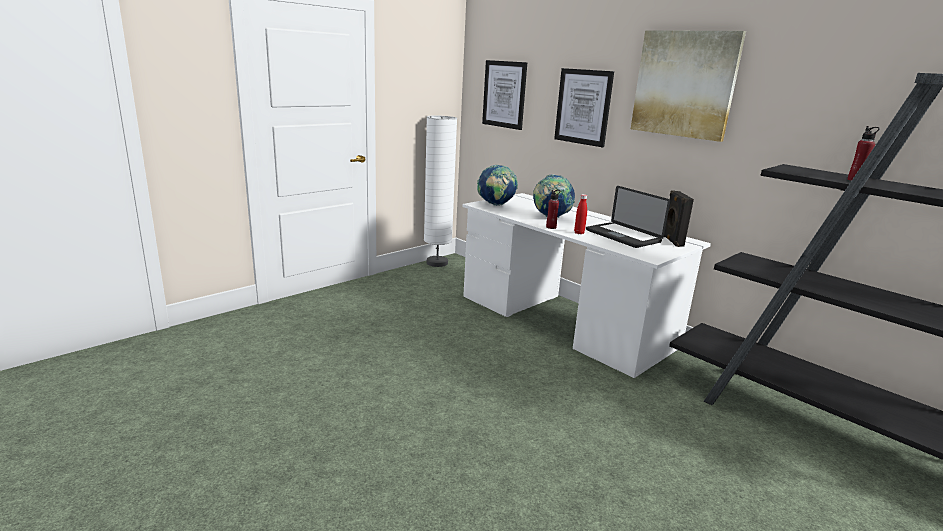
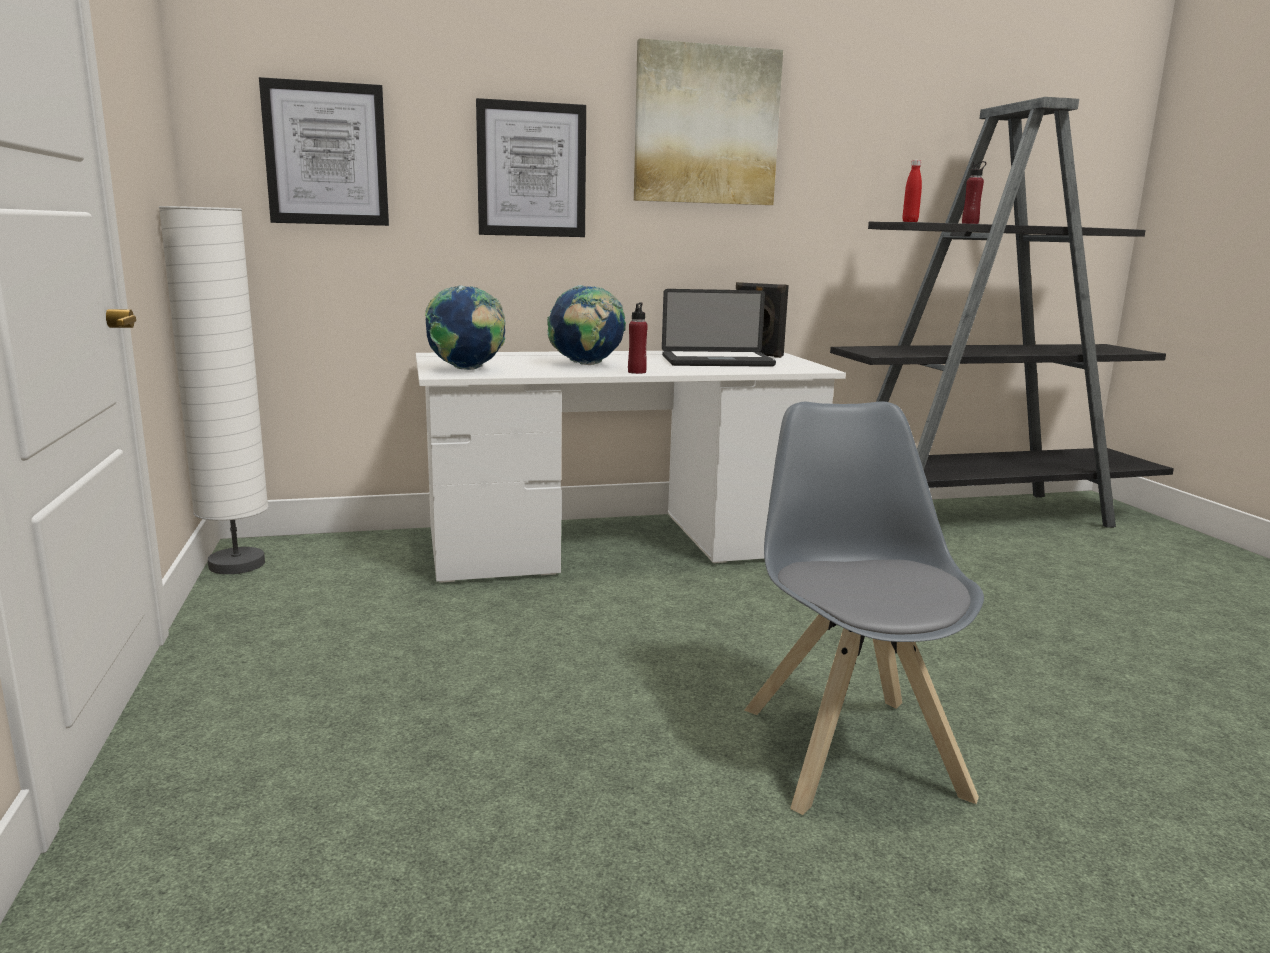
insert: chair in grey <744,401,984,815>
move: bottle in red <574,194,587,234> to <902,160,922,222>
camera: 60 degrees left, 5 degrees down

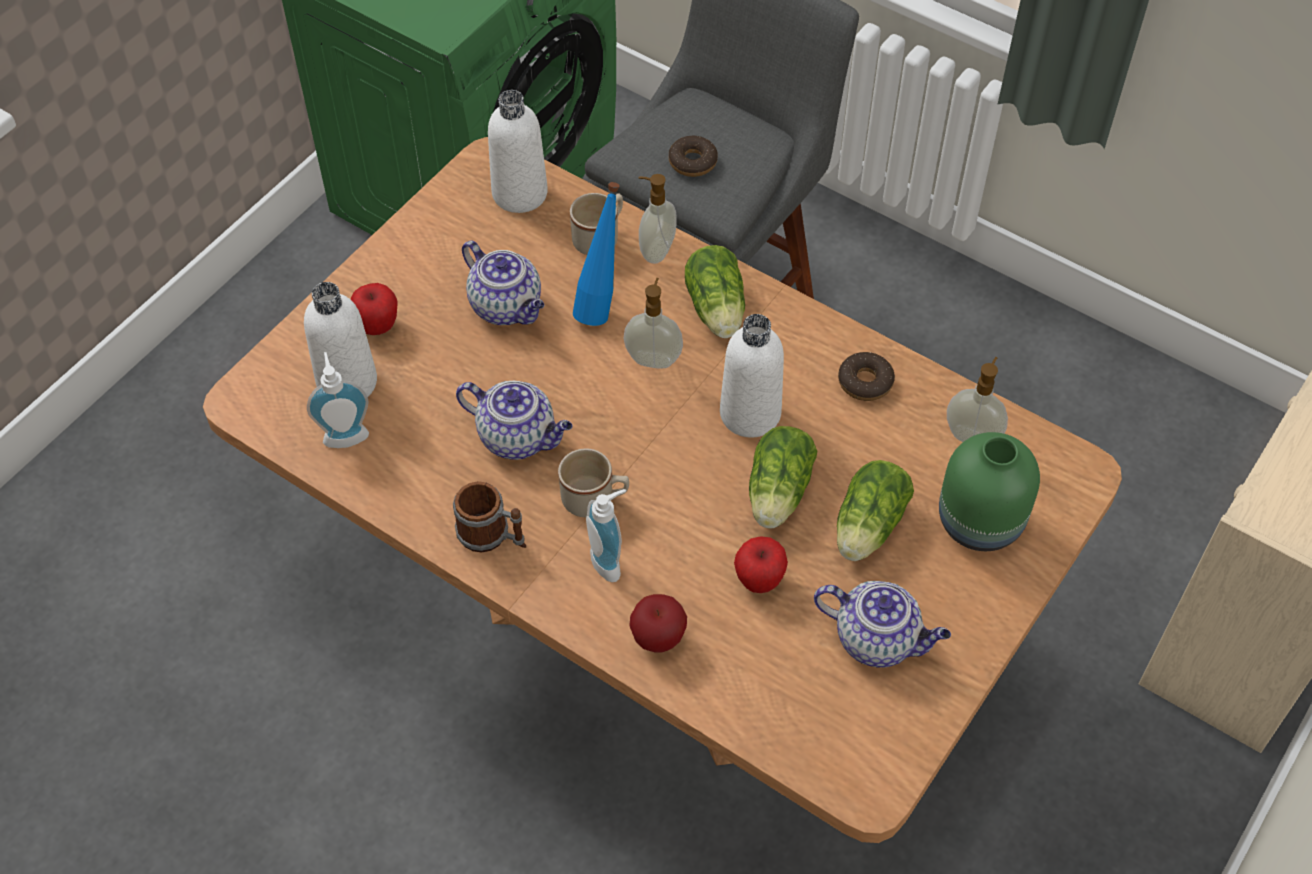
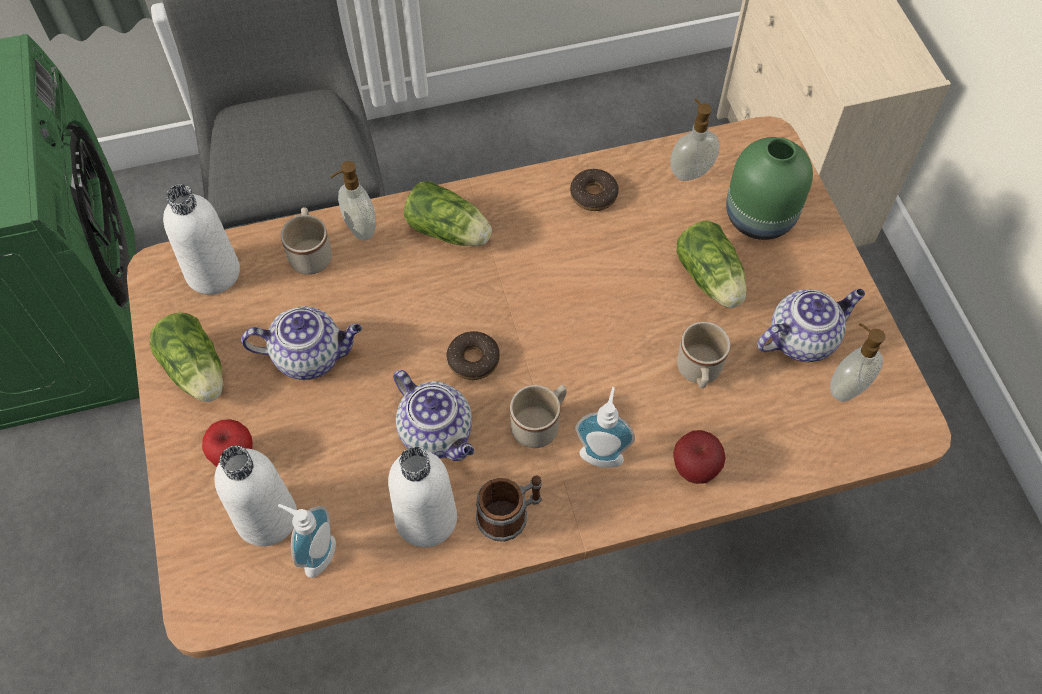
delete: bottle in blue <573,182,620,326>
move: donut <668,136,718,177> to <446,331,500,380>; soap dispenser <624,278,683,369> to <830,323,886,402>; bottle in white <720,314,784,438> to <388,447,457,547>; lettuce <749,426,817,529> to <150,312,223,402>
replace: apple <734,536,788,593> to mug in beige <677,322,730,388>
rotate: teapot <456,381,573,460> = <393,370,474,461> 75 degrees clockwise
camera: 50 degrees left, 5 degrees up

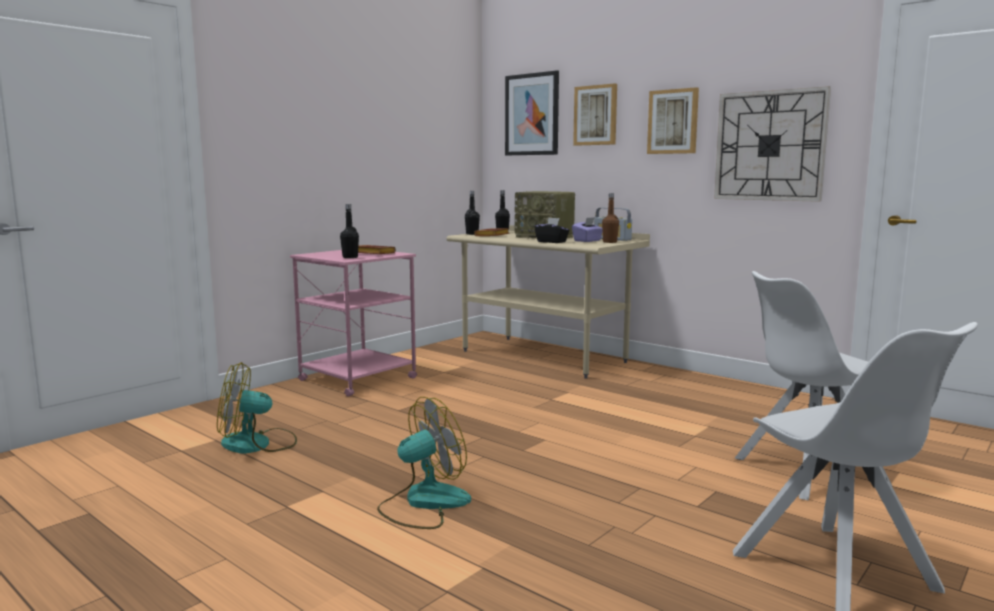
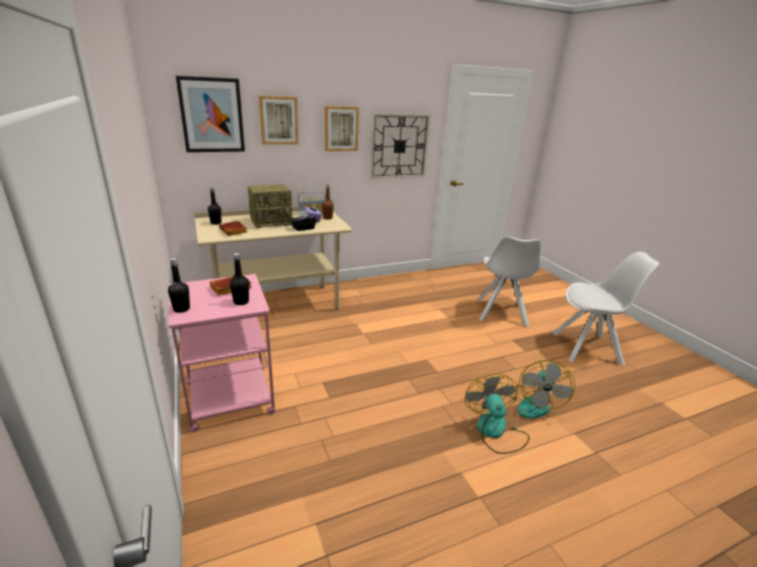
move: bottle in black <465,191,480,235> to <168,258,190,313>; fan <217,362,297,454> to <507,360,575,418>
camera: 65 degrees left, 15 degrees up

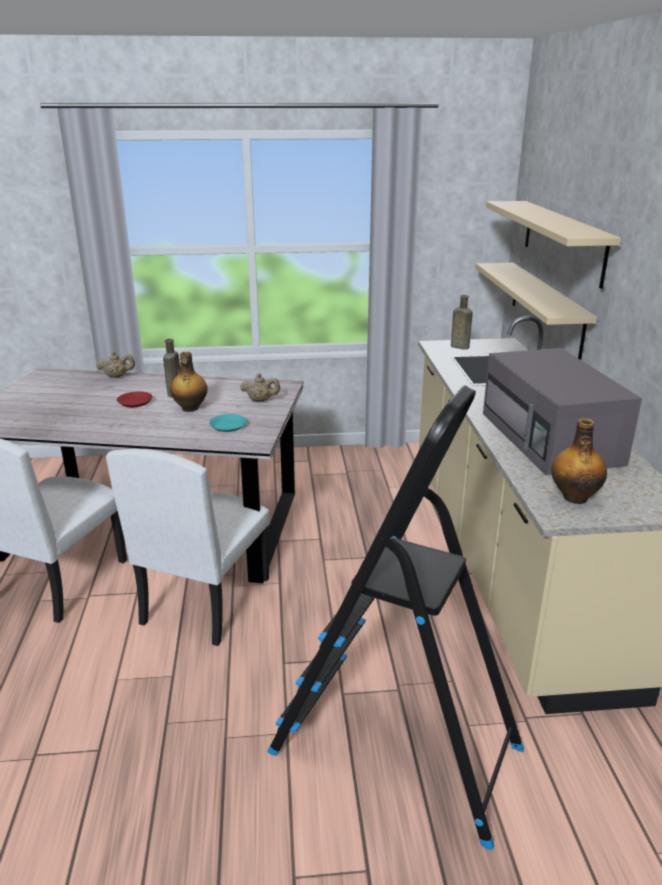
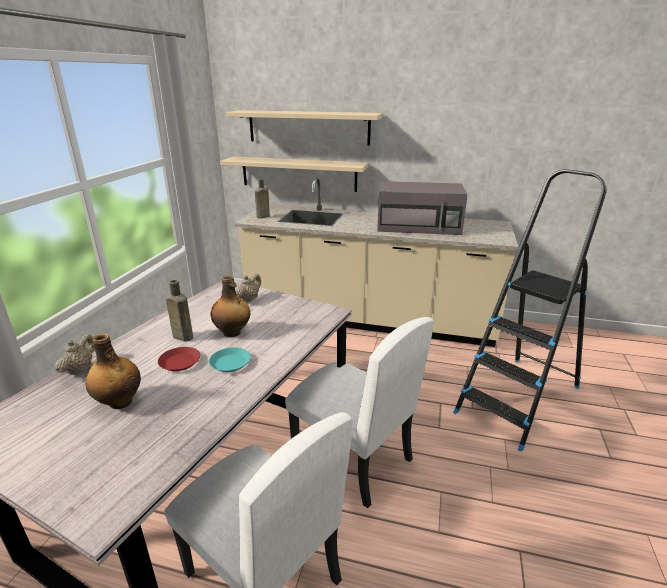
move: plate in turquoise <209,414,247,432> to <209,347,251,372>; bottle <551,418,607,504> to <86,334,141,409>
camera: 70 degrees left, 0 degrees up

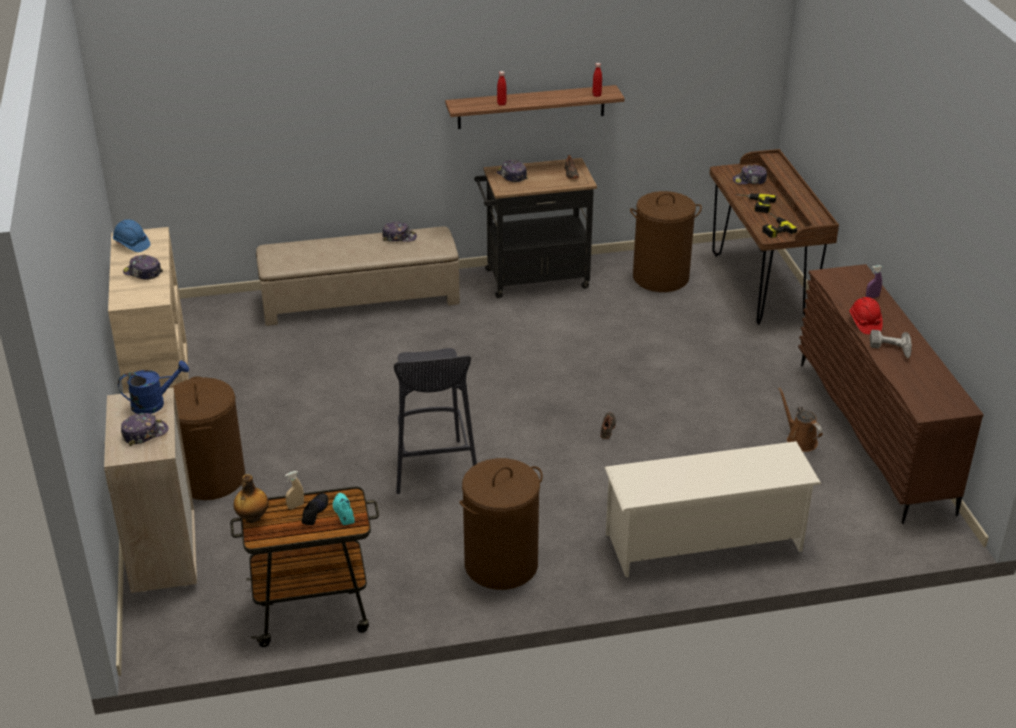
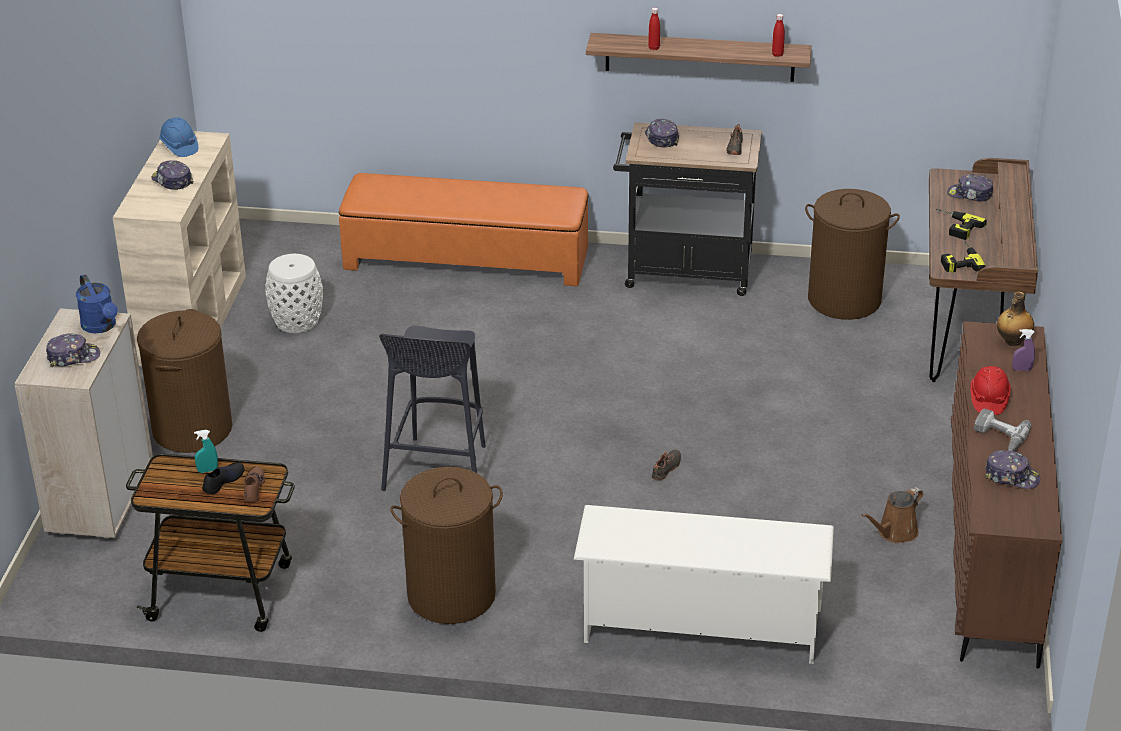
insert: stool in white <265,254,323,333>
move: cap <383,221,417,242> to <985,450,1040,489>; bottle <234,474,269,523> to <997,292,1034,346>
recolor: bench in beige <256,226,460,326> to bench in orange <339,173,588,286>; spray bottle in beige <285,471,304,509> to spray bottle in turquoise <194,430,218,473>; shoe in turquoise <333,493,355,525> to shoe in brown <244,466,265,502>
rotate: watering can in blue <118,360,189,414> = <76,274,118,333> 60 degrees clockwise; watering can in brown <778,387,823,452> = <862,487,923,543> 120 degrees counterclockwise
camera: 20 degrees right, 0 degrees up

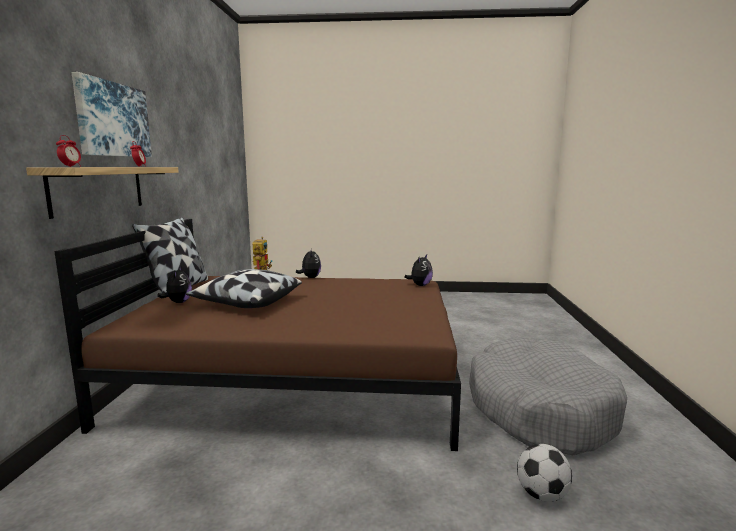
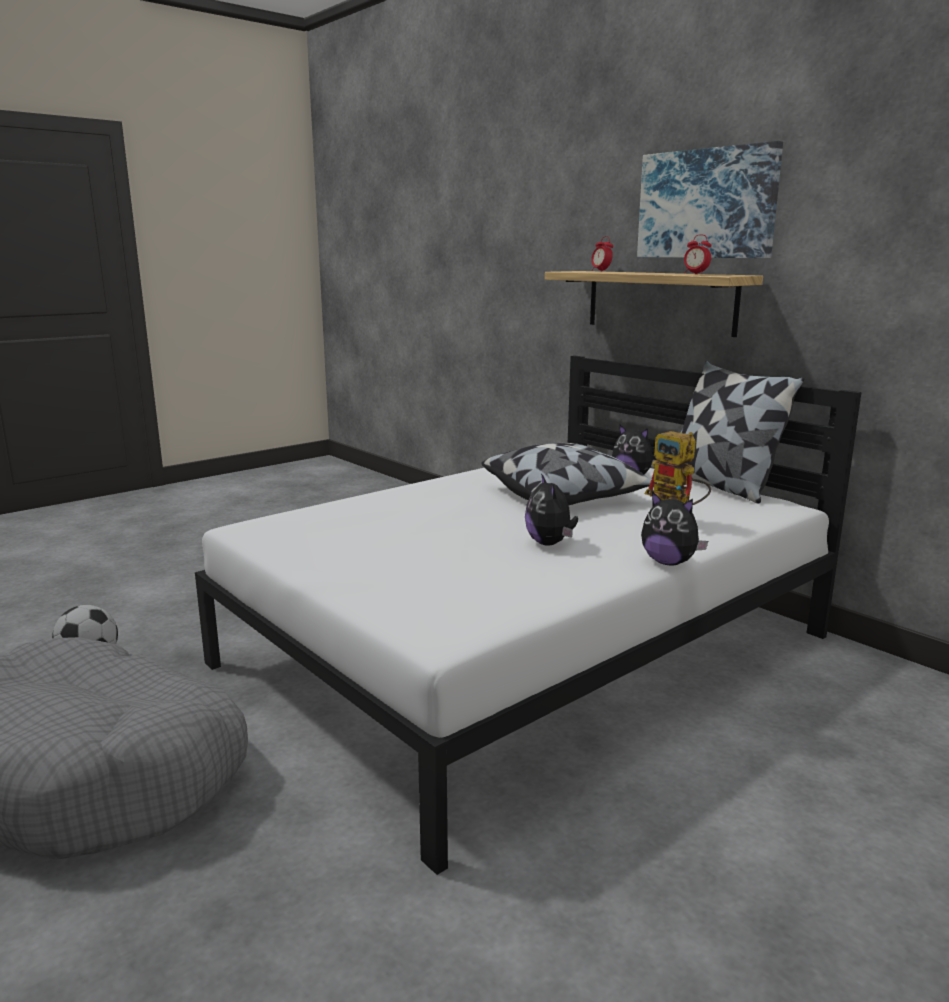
move: plush toy <404,255,433,286> to <525,473,578,546>
recolor: bed in brown <54,219,461,451> to bed in white <195,355,861,875>
camera: 135 degrees right, 5 degrees up

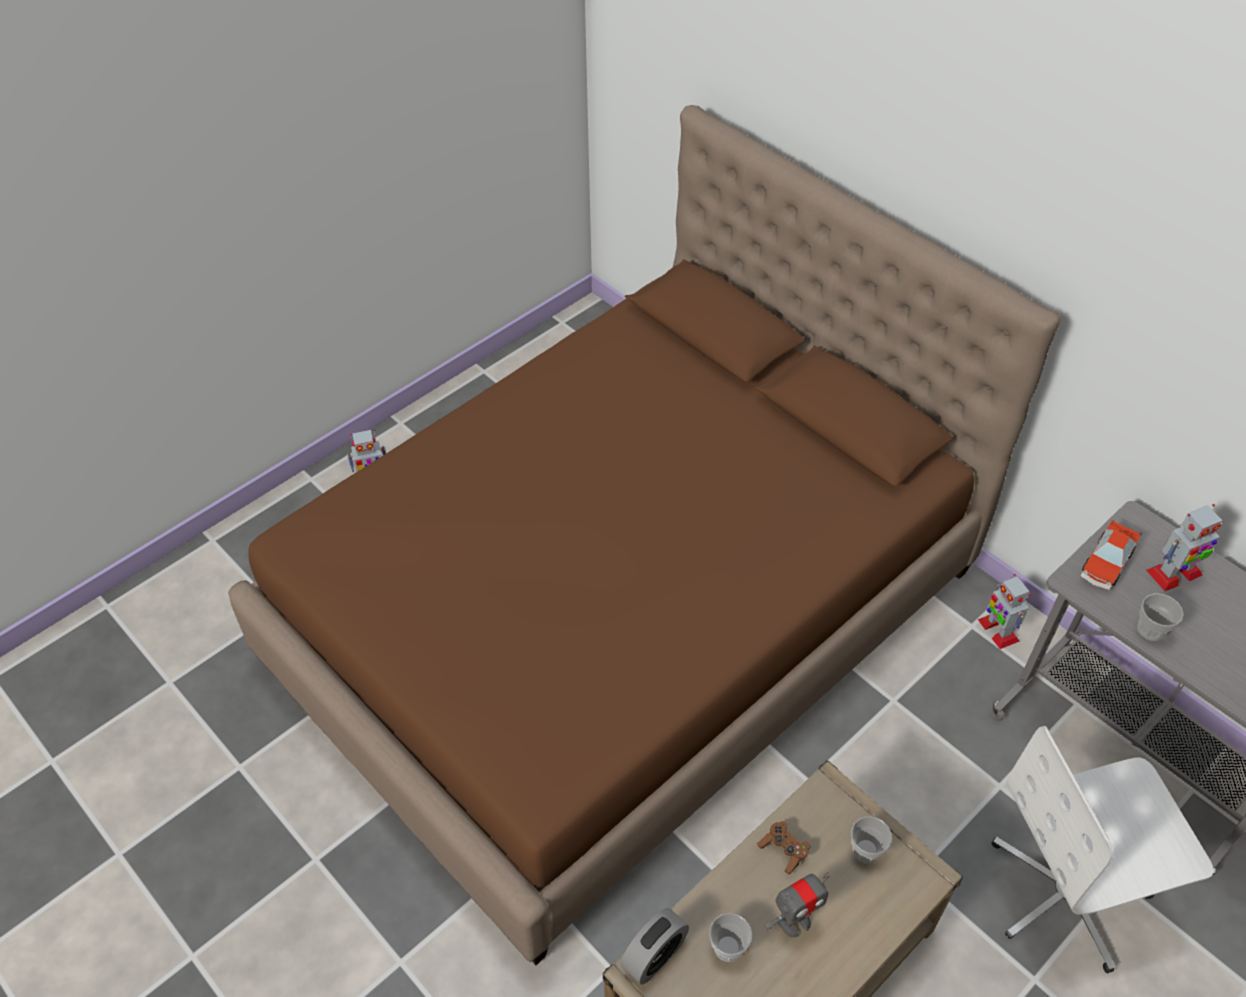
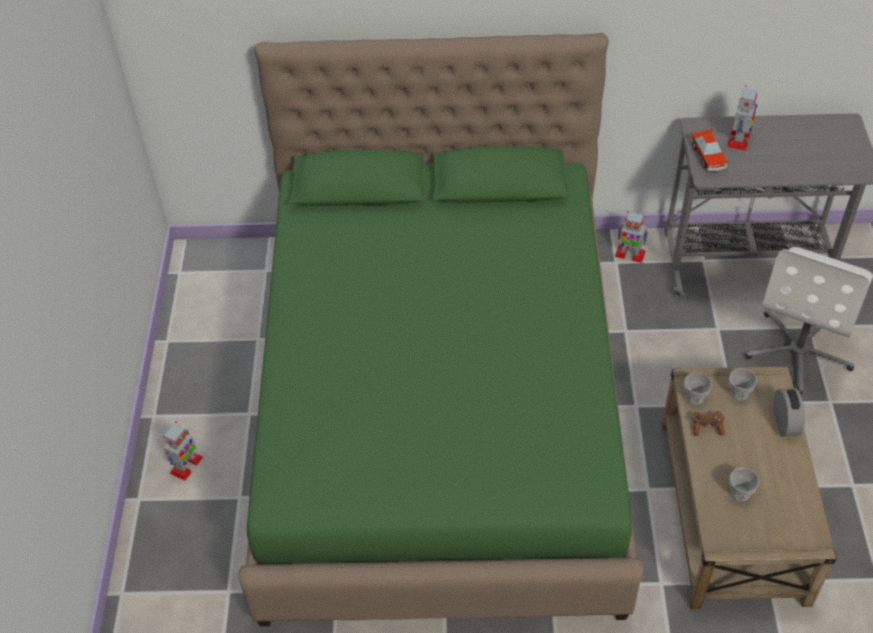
delete: toy robot <765,872,829,937>
move: cup <1137,593,1184,641> to <684,372,712,405>; alarm clock <621,908,689,984> to <773,388,805,437>
recolor: bed in brown <228,105,1061,965> to bed in green <238,33,644,626>
camera: 45 degrees left, 0 degrees up

